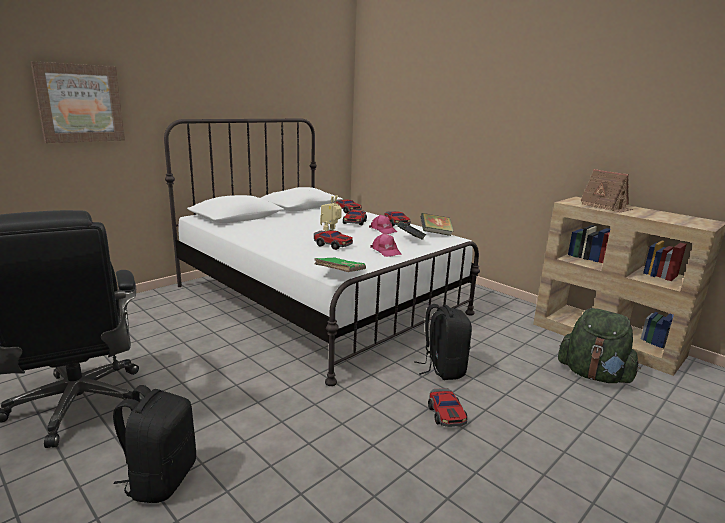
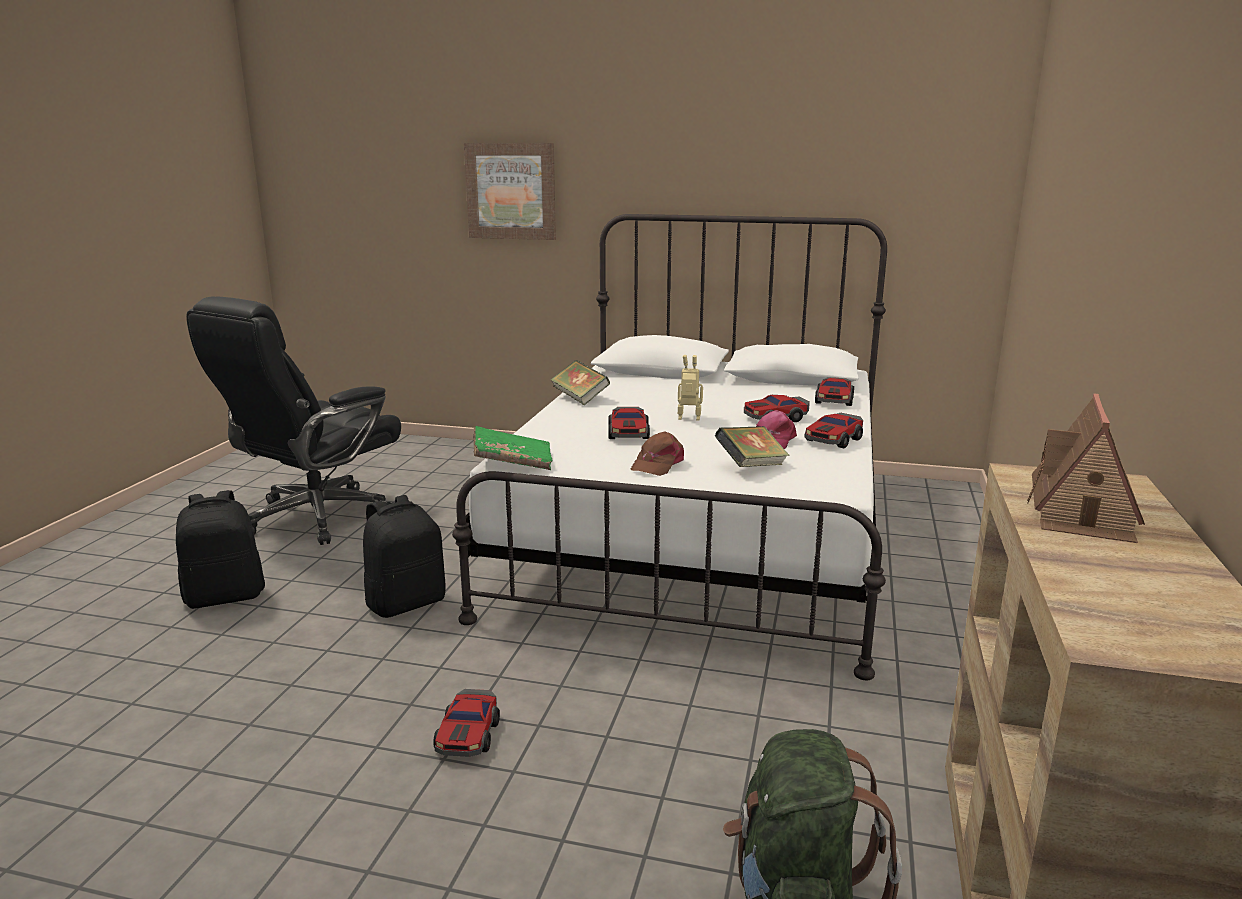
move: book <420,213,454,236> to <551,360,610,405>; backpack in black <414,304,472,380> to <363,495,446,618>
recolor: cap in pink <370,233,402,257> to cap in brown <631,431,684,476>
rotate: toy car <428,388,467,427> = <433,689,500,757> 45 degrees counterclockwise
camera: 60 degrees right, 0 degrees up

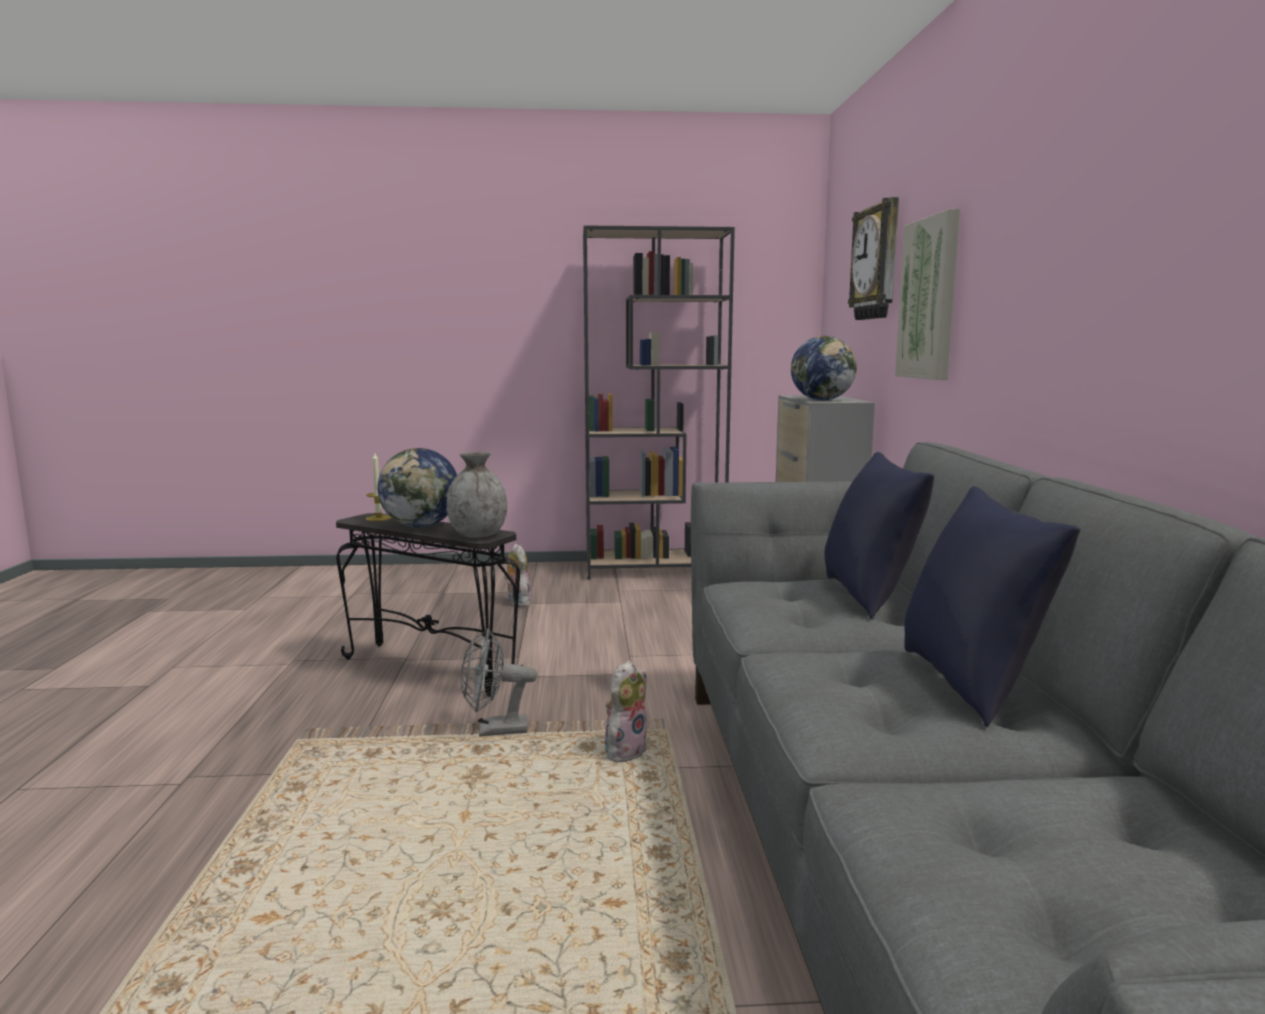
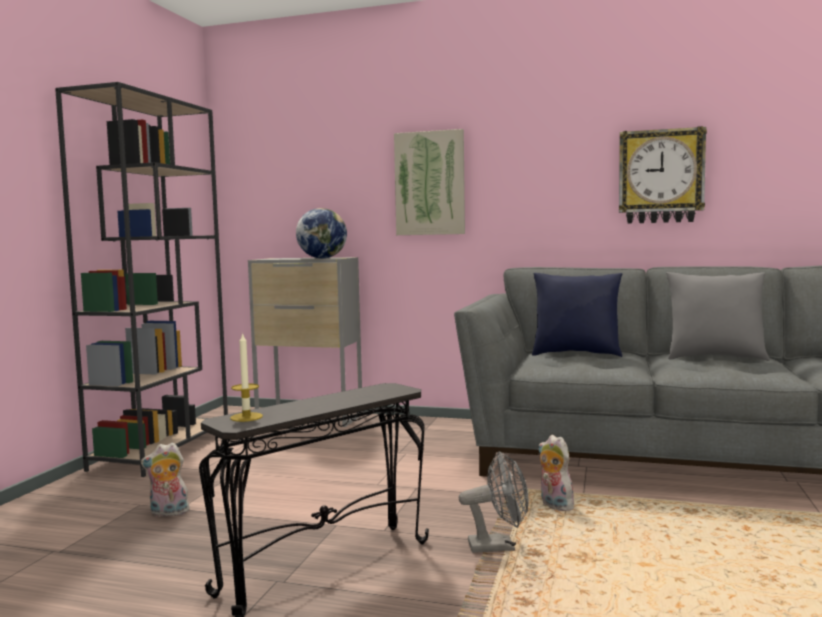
delete: globe <378,448,457,527>; vase in grey <447,452,507,538>
move: wall clock <848,197,899,320> to <619,126,707,224>
recolor: pillow in blue <904,486,1080,727> to pillow in grey <666,272,770,361>
rotate: fan in grey <461,628,537,737> = <459,451,529,553> 105 degrees counterclockwise
camera: 70 degrees left, 5 degrees down

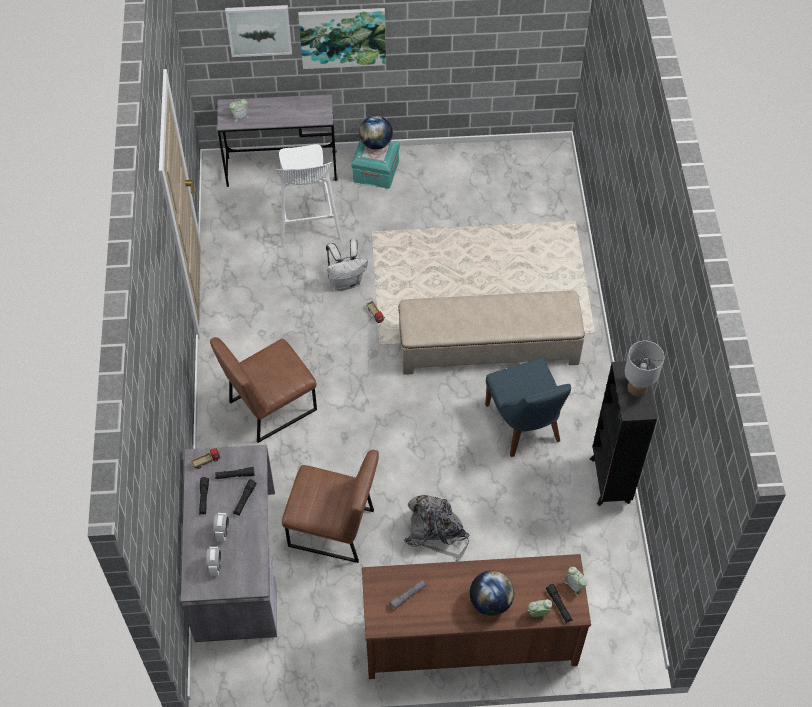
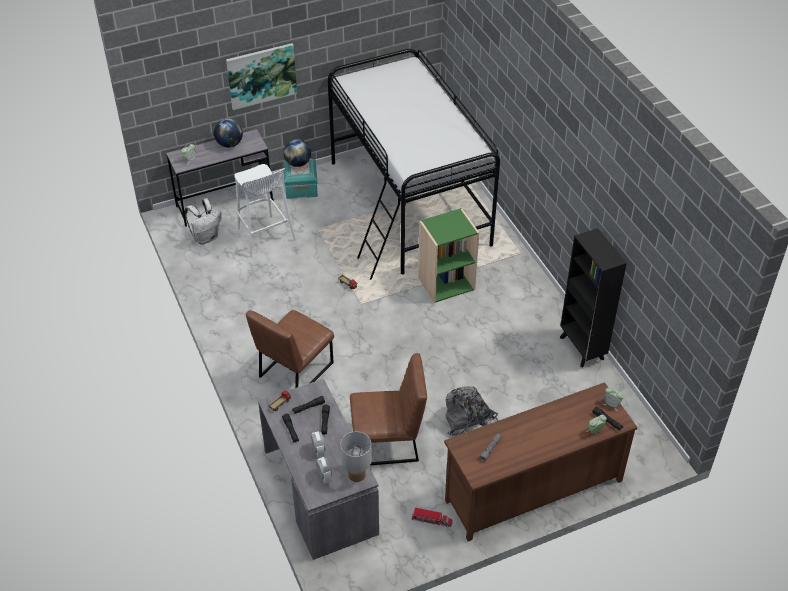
delete: picture <225,5,292,57>; chair in blue <485,358,571,457>
insert: bed in black <328,49,500,280>; toy truck <411,507,453,527>
move: backpack in white <326,239,368,290> to <185,198,222,245>; table lamp in grey <624,341,664,396> to <340,432,372,482>; globe <470,571,514,616> to <214,119,243,148>
replace: bench in beige <399,290,585,375> to bookcase in green <418,208,479,303>
camera: 20 degrees left, 10 degrees down

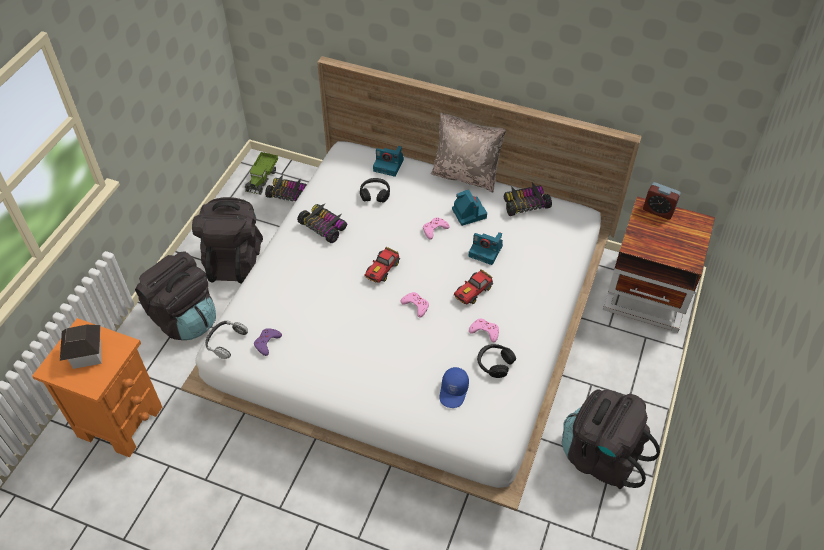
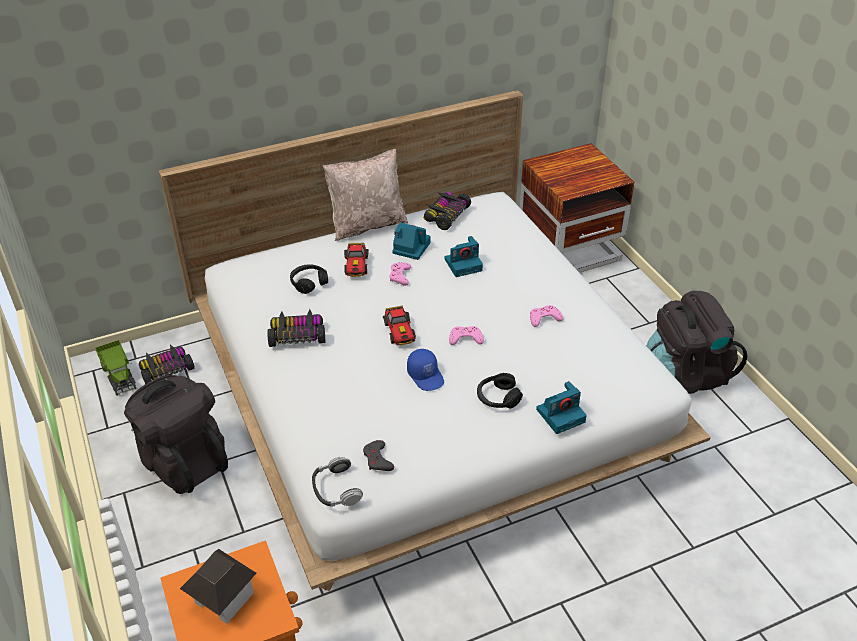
delete: alarm clock <643,182,681,220>; backpack in black <135,251,216,340>
move: photo camera <373,146,404,177> to <536,381,587,434>; toy car <454,269,493,305> to <344,243,369,277>; headphones in black <477,344,516,378> to <477,373,523,409>; cap in blue <440,367,469,408> to <407,349,444,391>
recolor: game controller in purple <254,328,282,356> to game controller in grey <363,440,394,471>
camera: 45 degrees left, 10 degrees down

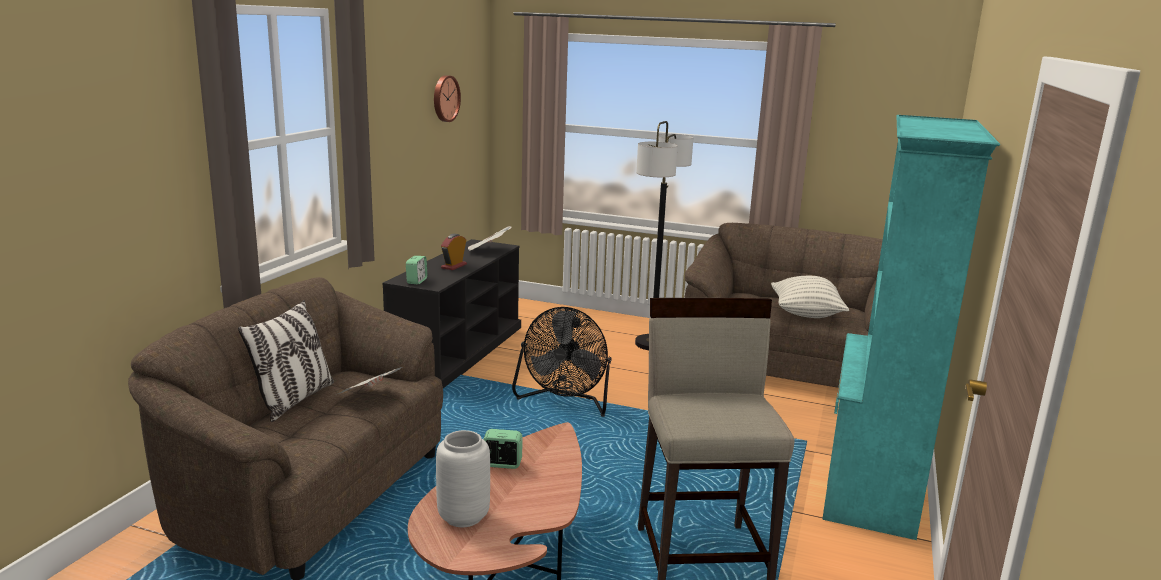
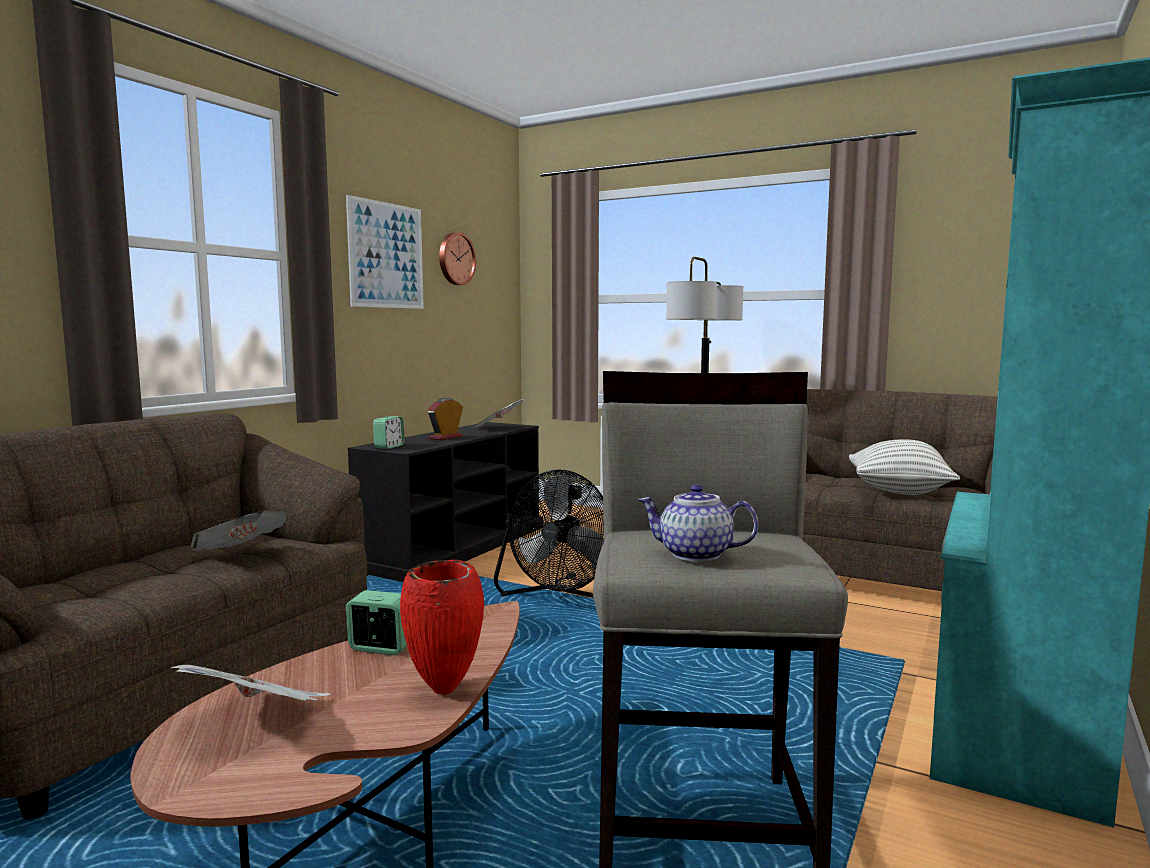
delete: pillow <238,300,334,422>
insert: picture <346,195,424,309>; teapot <638,484,759,562>; vase in red <400,560,484,695>
replace: vase in grey <436,430,490,527> to newspaper <171,665,330,701>
camera: 10 degrees right, 10 degrees down

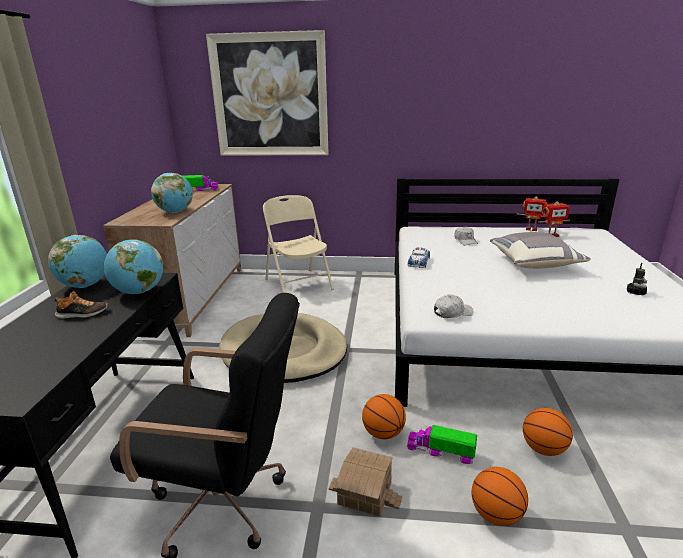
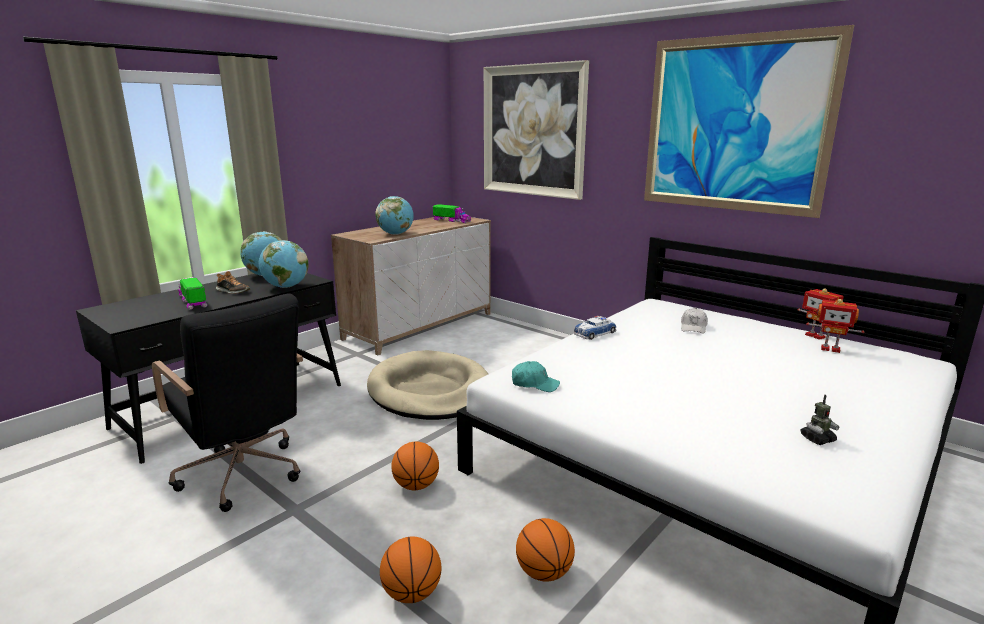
delete: chair in beige <263,195,334,293>; pillow in grey <490,232,591,269>; toy house <329,447,402,517>
insert: picture <644,25,854,218>
move: toy truck <407,425,477,464> to <178,277,208,310>
recolor: cap in white <434,294,473,318> to cap in turquoise <512,361,560,392>
camera: 35 degrees right, 5 degrees down

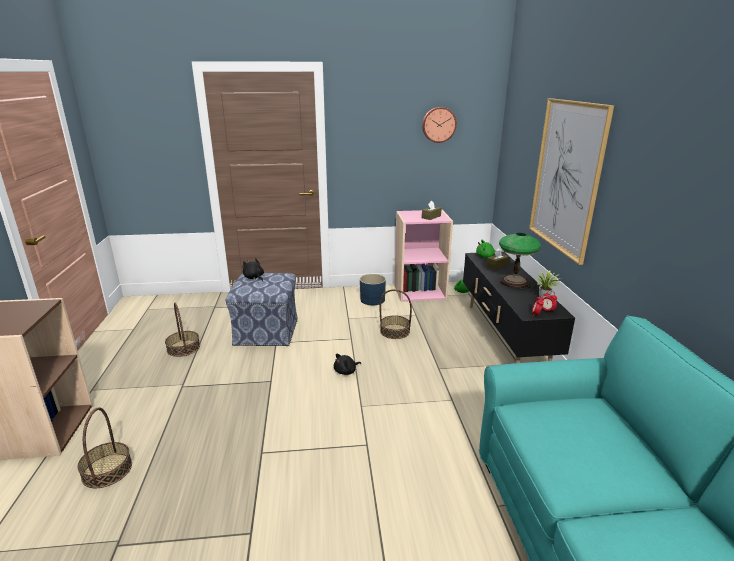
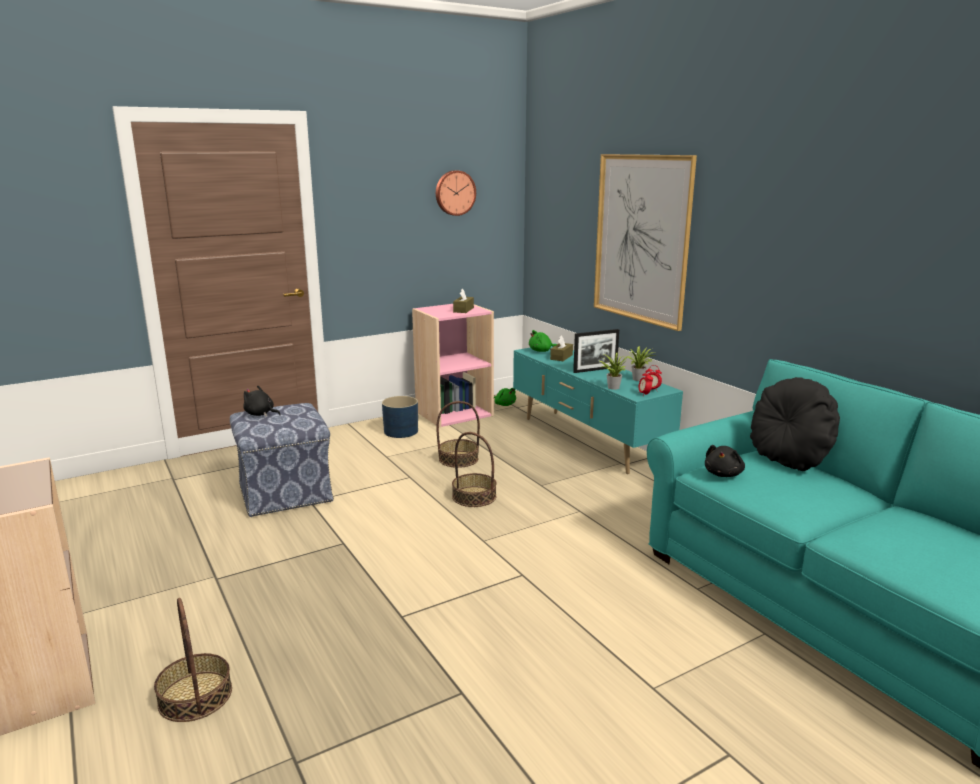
insert: potted plant <600,353,629,390>; pillow in black <750,377,840,471>
move: basket <165,303,200,357> to <452,432,497,507>; plush toy in black <334,354,361,375> to <705,445,745,477>
replace: table lamp <499,233,541,289> to picture frame <573,329,619,373>
recolor: tv stand in black <463,252,575,363> to tv stand in turquoise <513,343,683,474>
camera: 25 degrees left, 5 degrees down

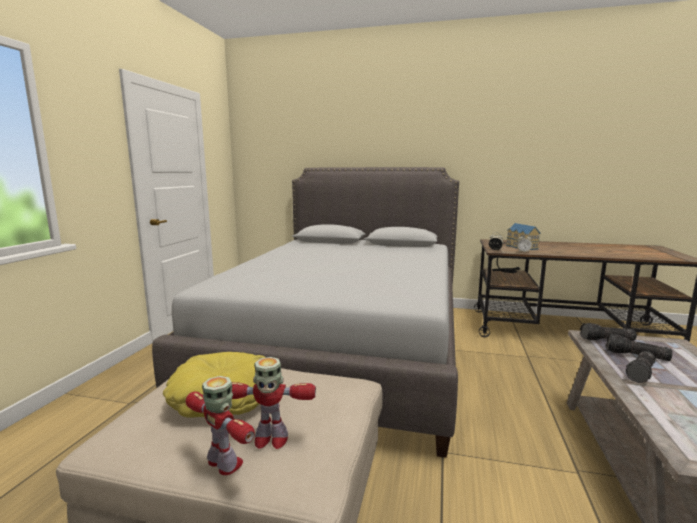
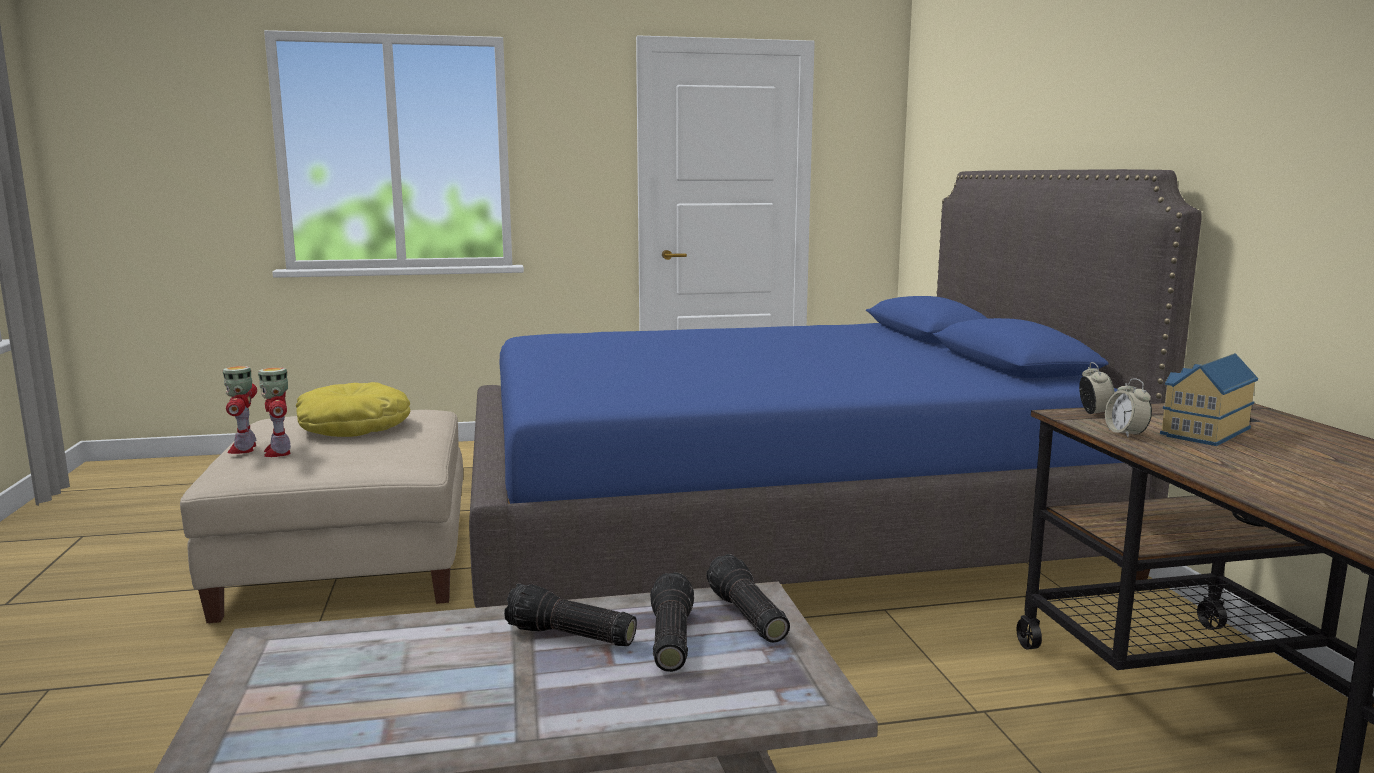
recolor: bed in grey <152,167,459,458> to bed in blue <469,169,1201,608>
rotate: toy robot <186,376,255,475> = <223,366,257,454> 150 degrees clockwise
camera: 65 degrees right, 0 degrees up

